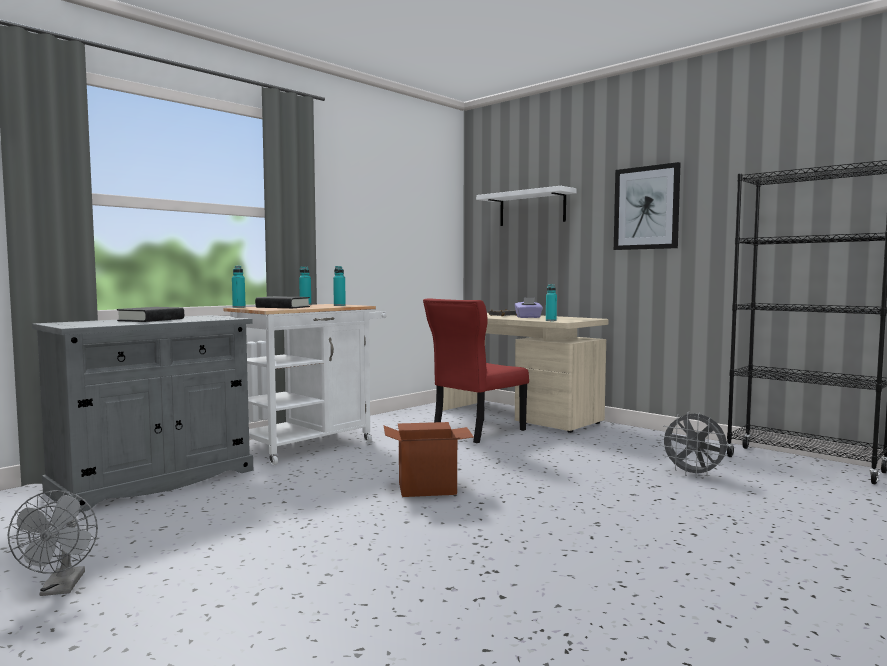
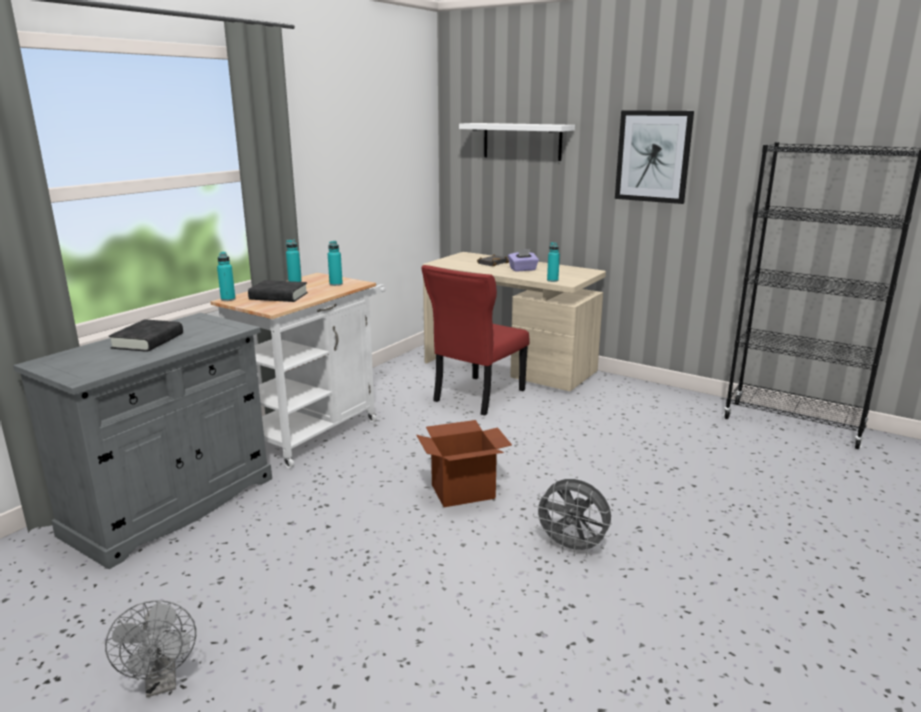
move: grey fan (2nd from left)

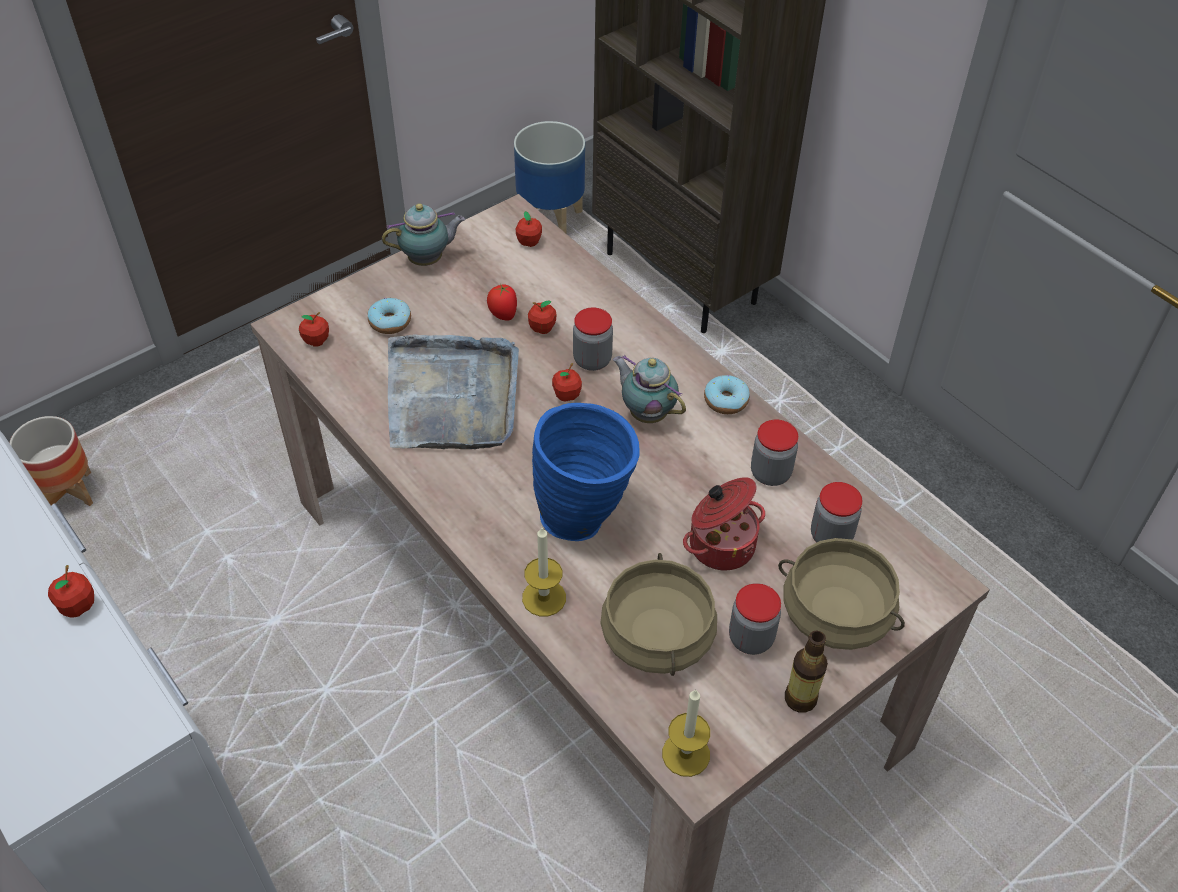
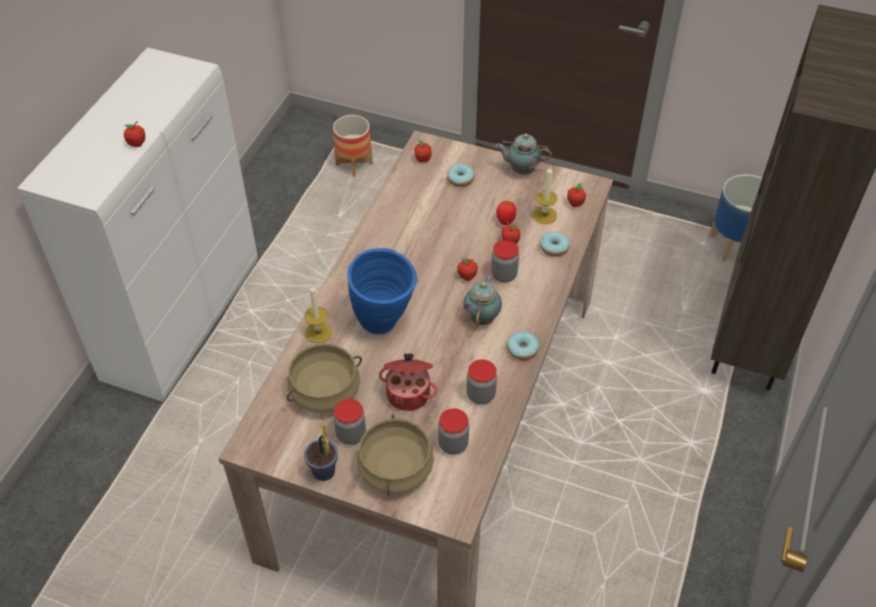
delete: grey tray
insert: donut (3rd from left)
move: candle (2nd from left)
replace: bottle to potted plant
rotate: teapot (1st from left in the first image) 150 degrees clockwise

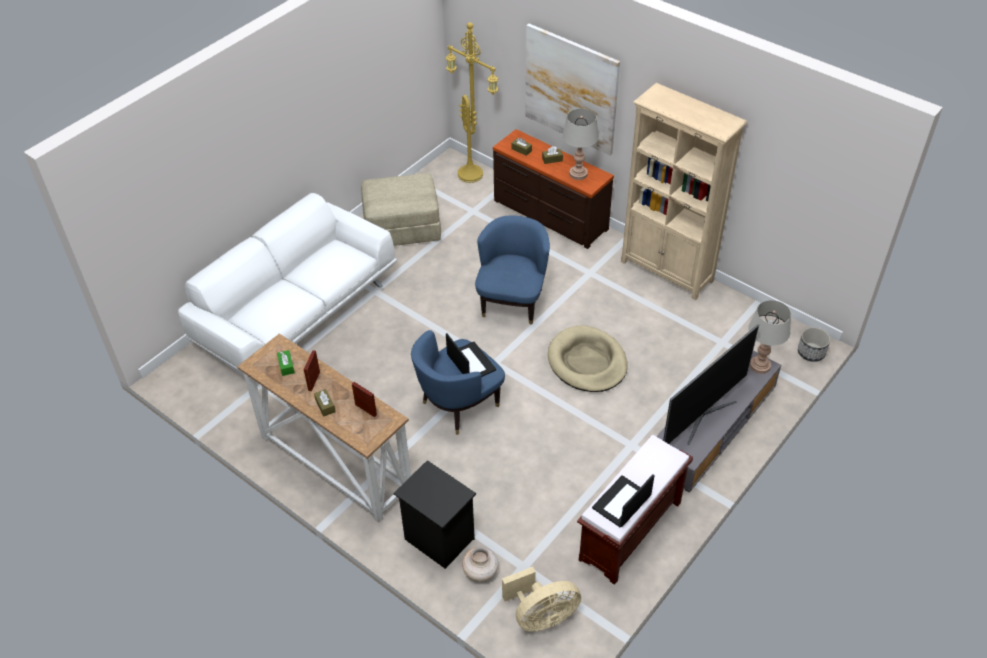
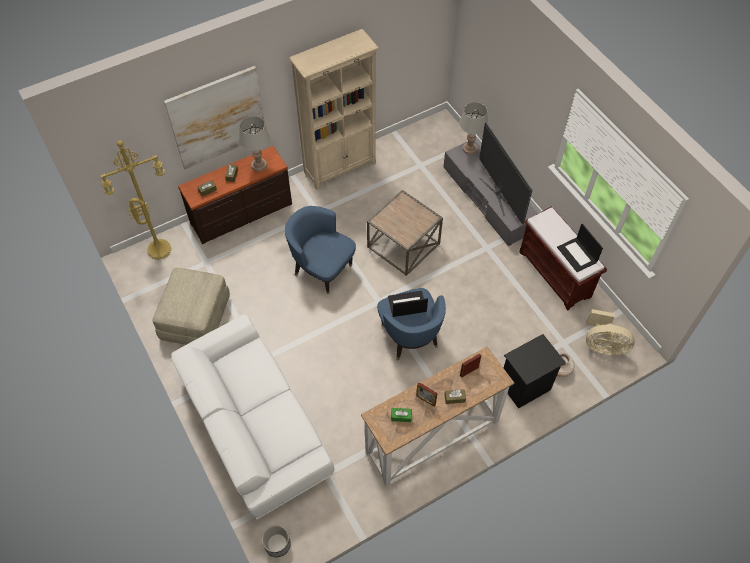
move: planter
replace: beige dog bed to brown side table
rotate: beige fan 105 degrees clockwise

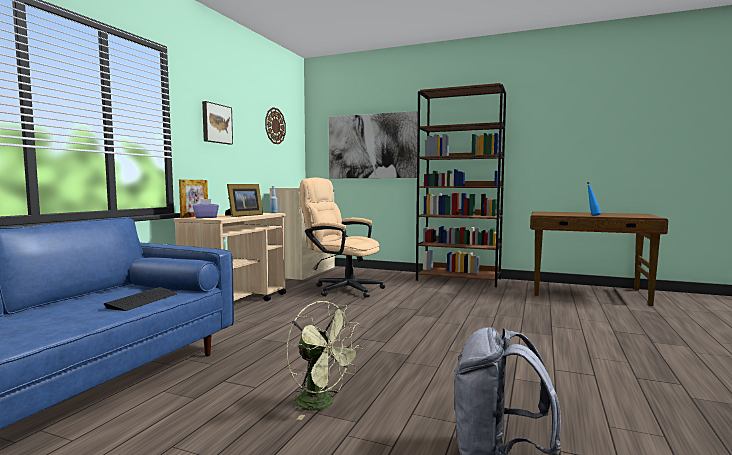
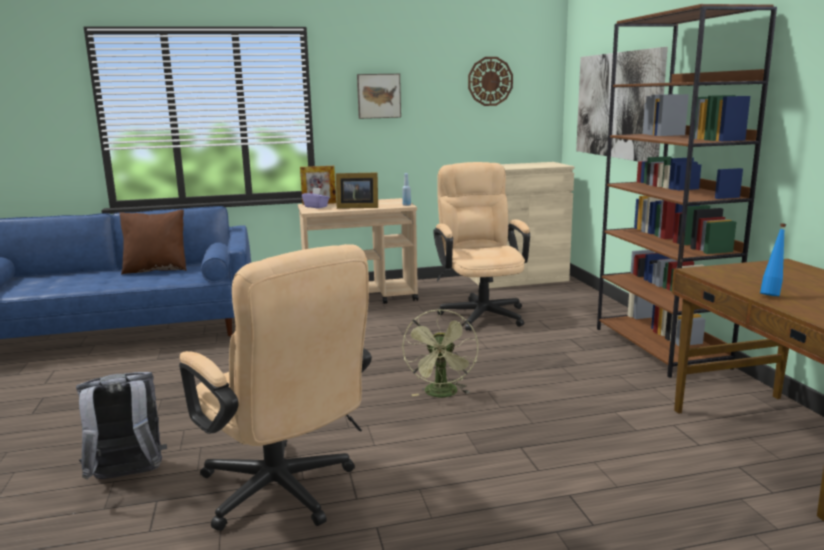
delete: keyboard
insert: brown pillow; beige office chair (1st from left)
move: green fan

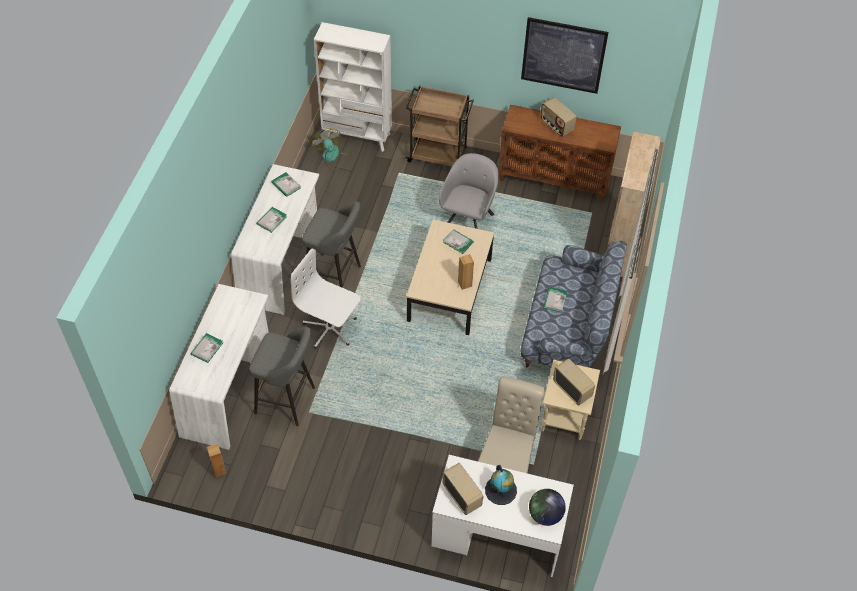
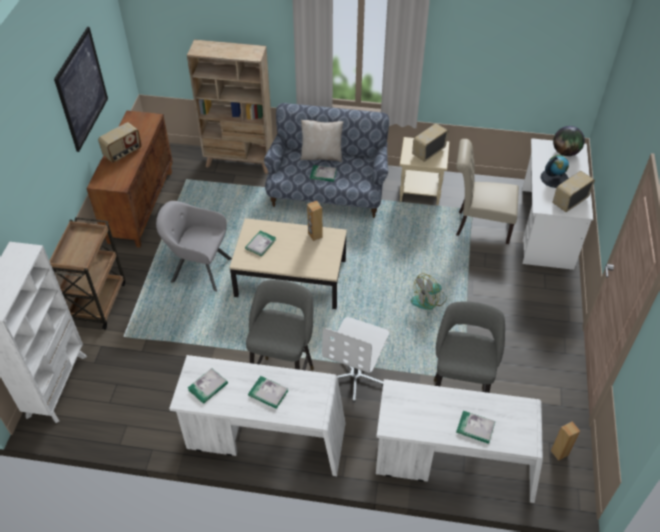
insert: beige pillow
move: fan

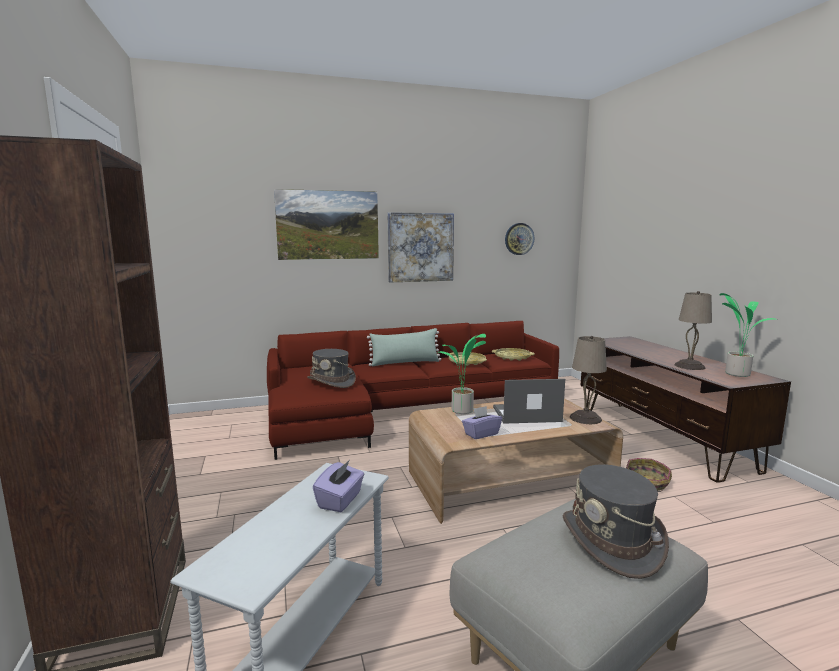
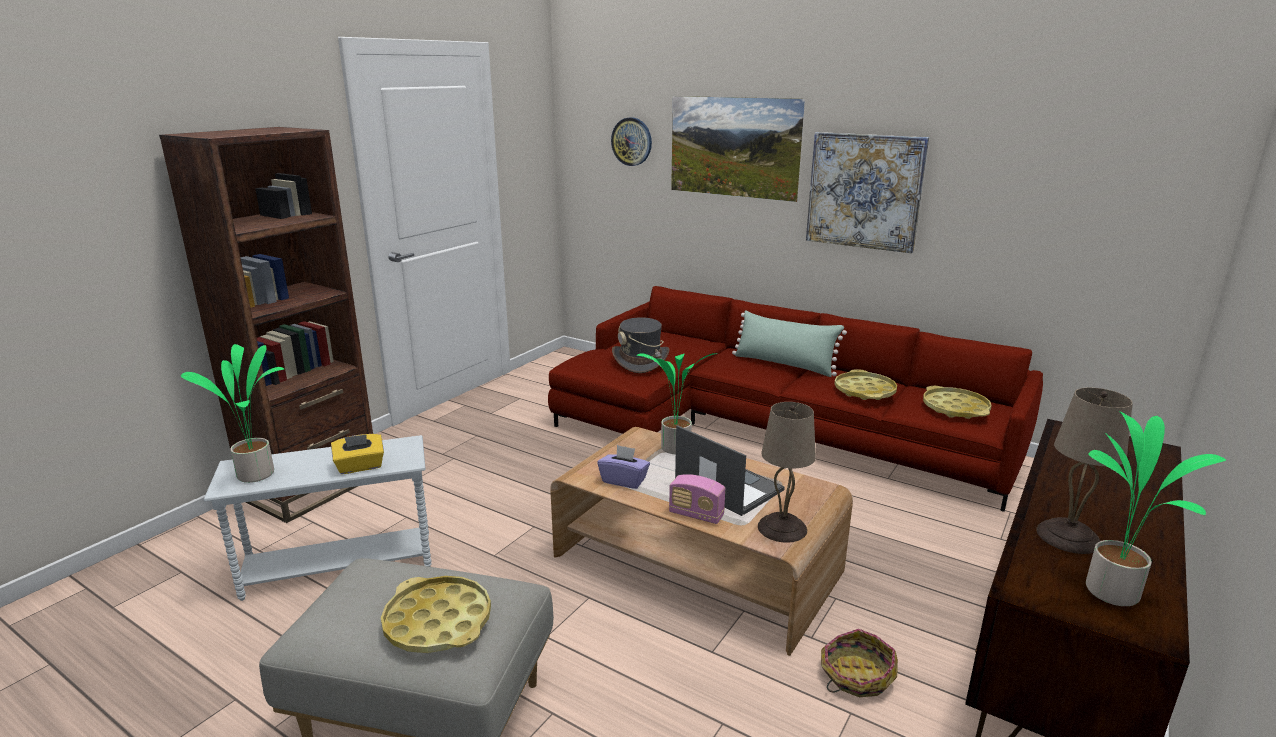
insert: potted plant (1st from left); radio
move: wall clock
replace: grey hat (2nd from left) to yellow tray (1st from left)
recolor: purple tissue box (1st from left) to yellow tissue box

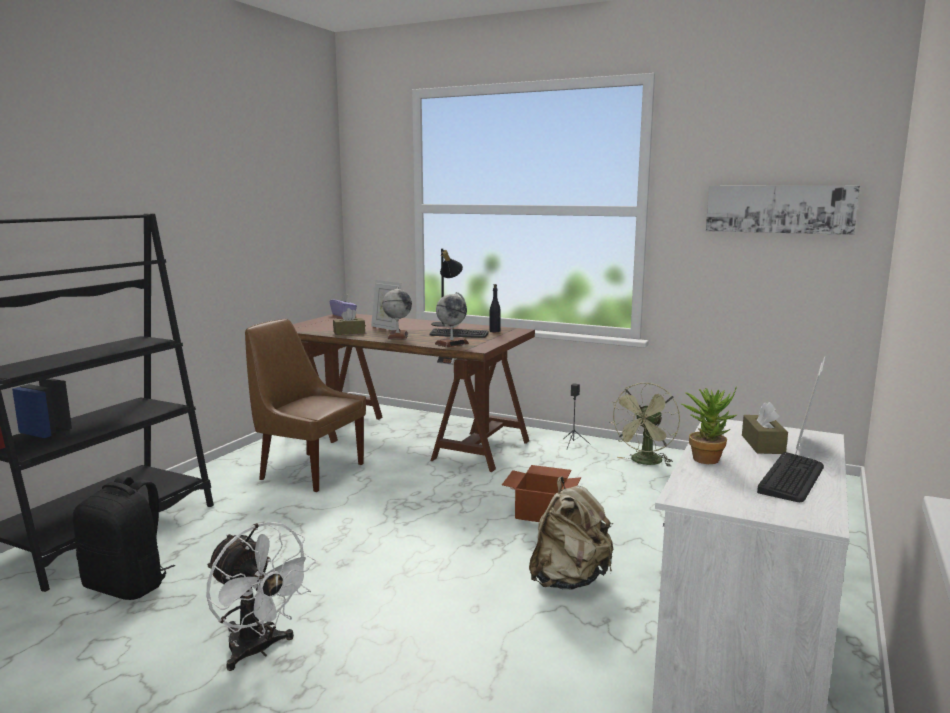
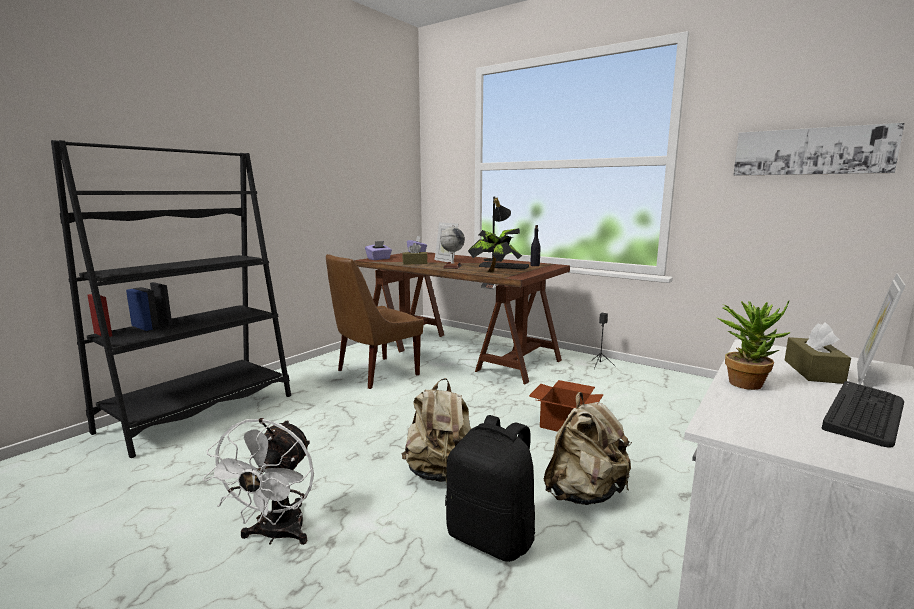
delete: green fan
insert: purple tissue box (1st from left); beige backpack (1st from left)
move: black backpack
replace: globe (2nd from left) to potted plant (1st from left)
rotate: white fan 45 degrees clockwise; brown chair 75 degrees counterclockwise

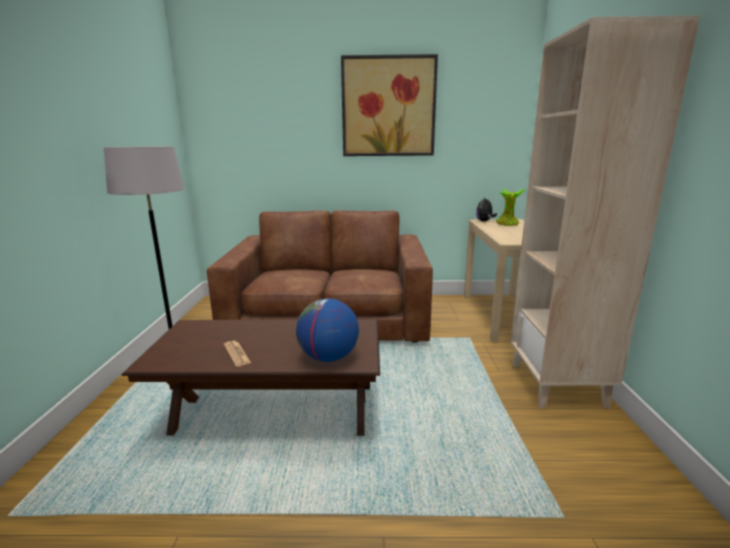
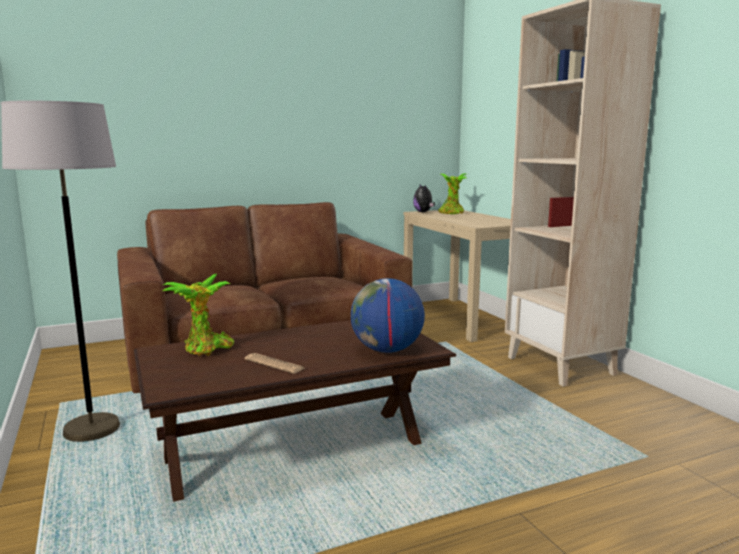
delete: picture
insert: potted plant (1st from left)

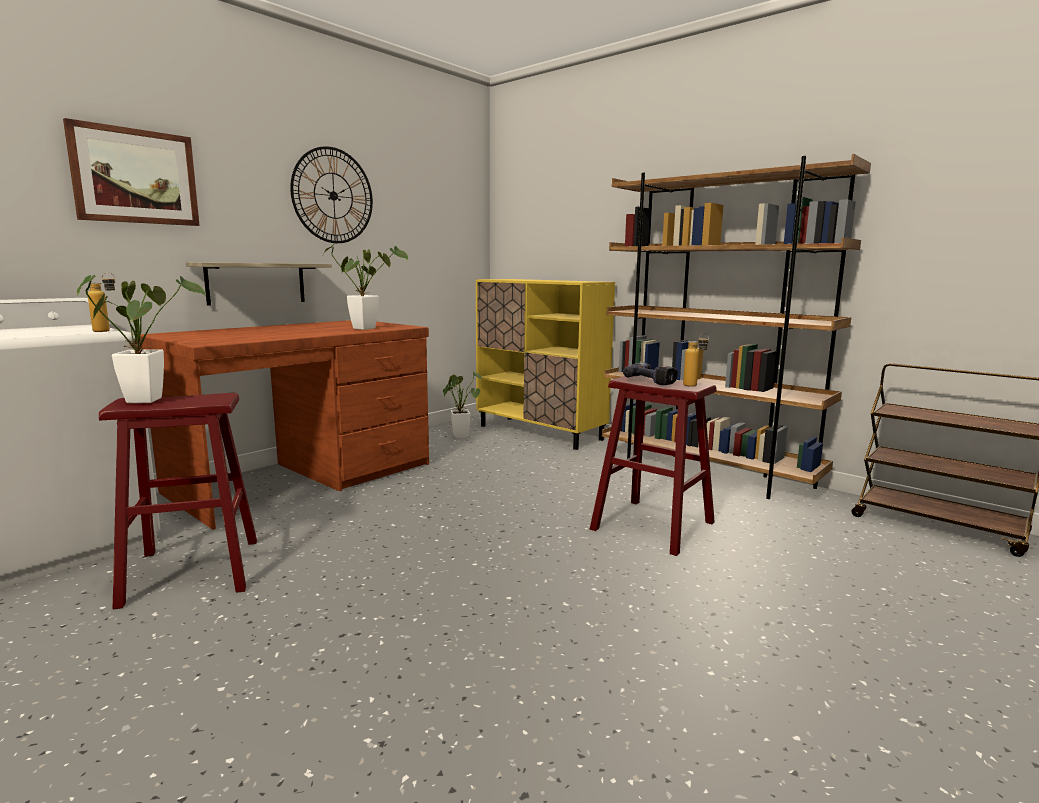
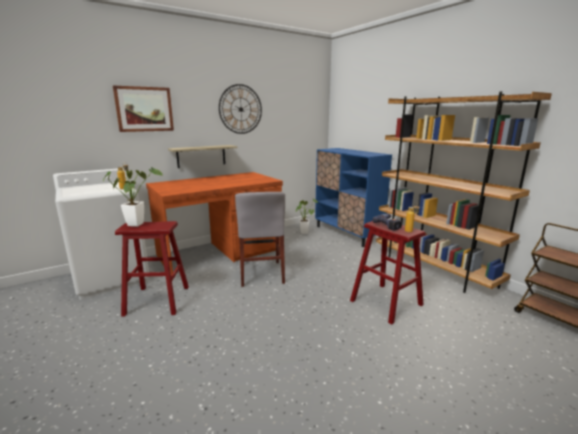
delete: potted plant (2nd from left)
insert: grey chair
recolor: yellow cabinet to blue cabinet

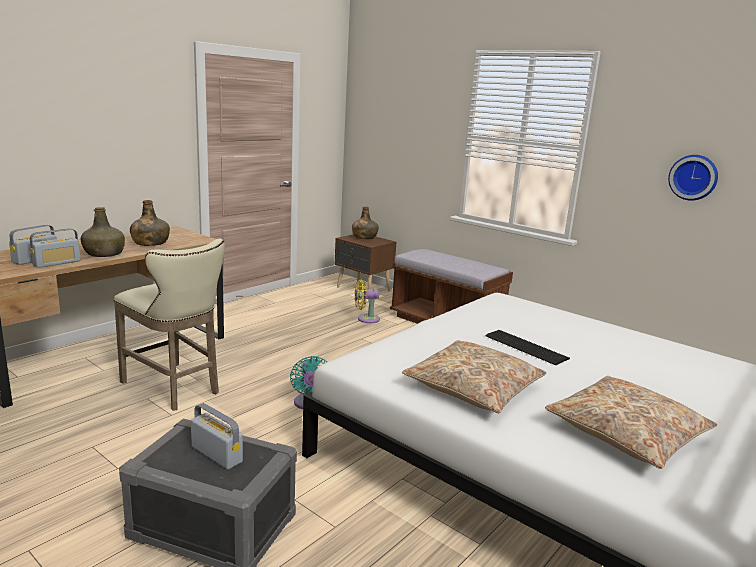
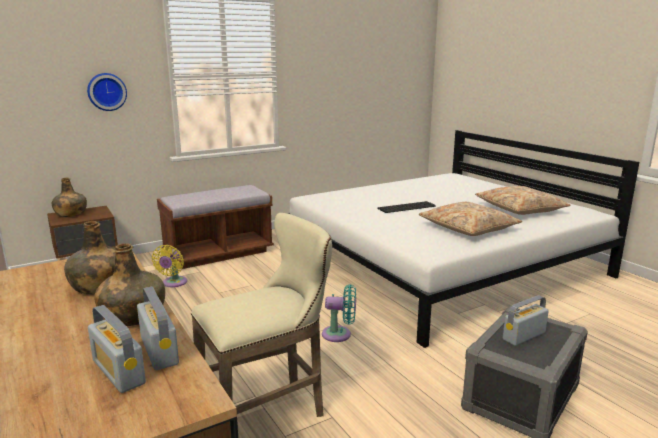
move: wall clock

